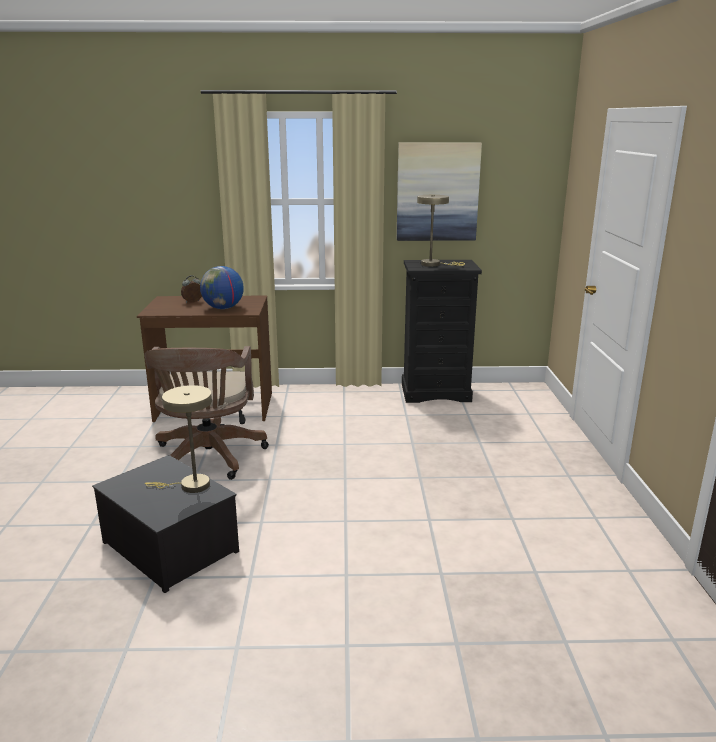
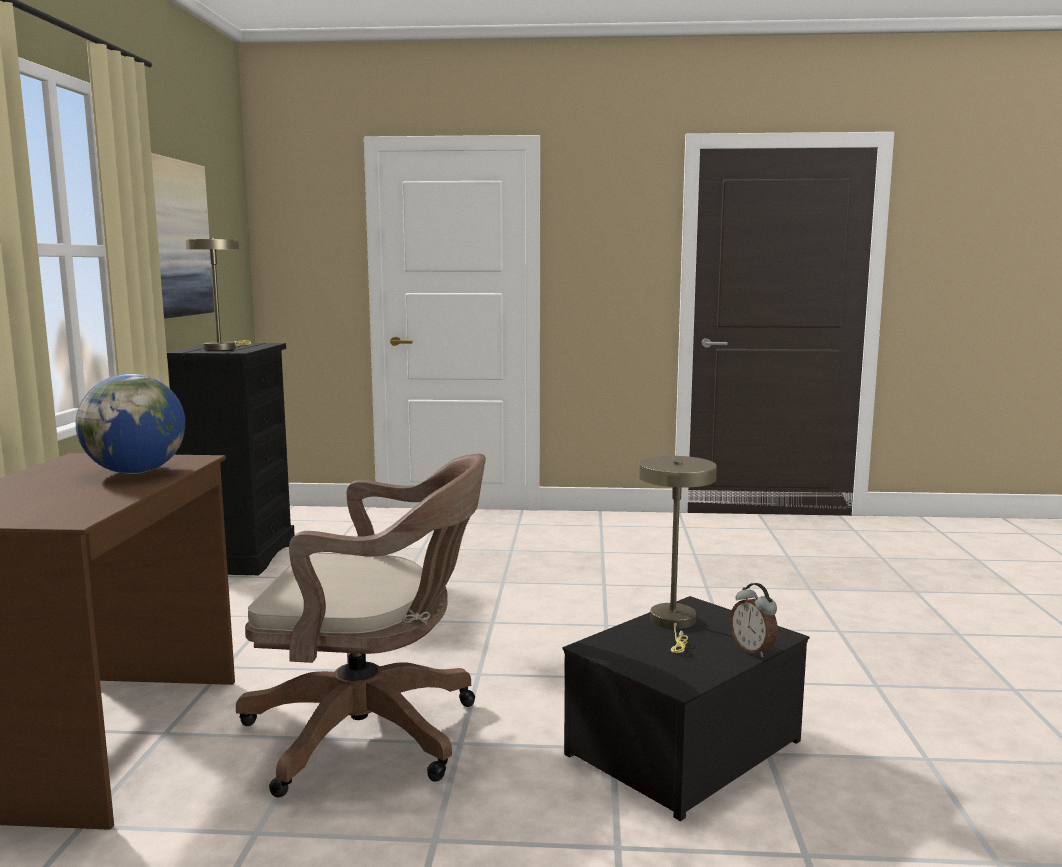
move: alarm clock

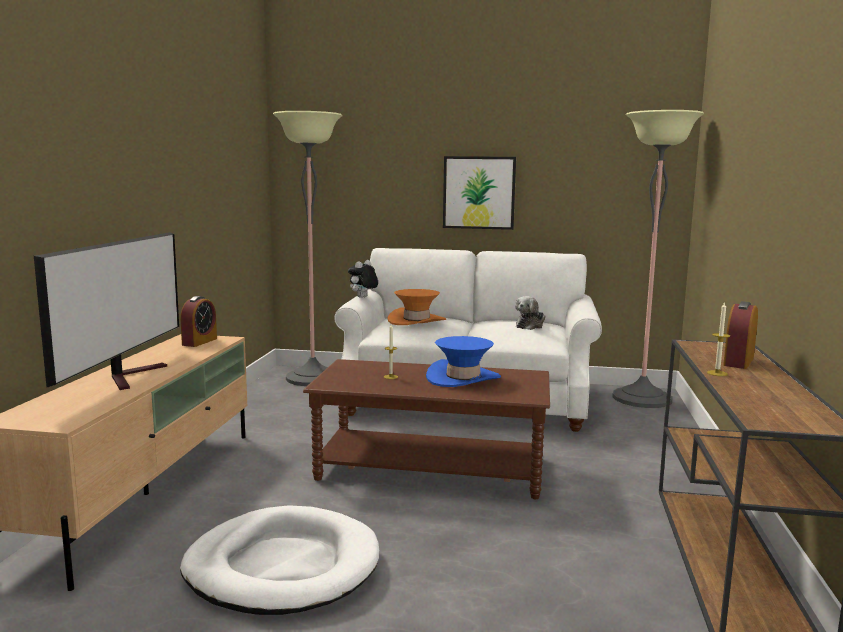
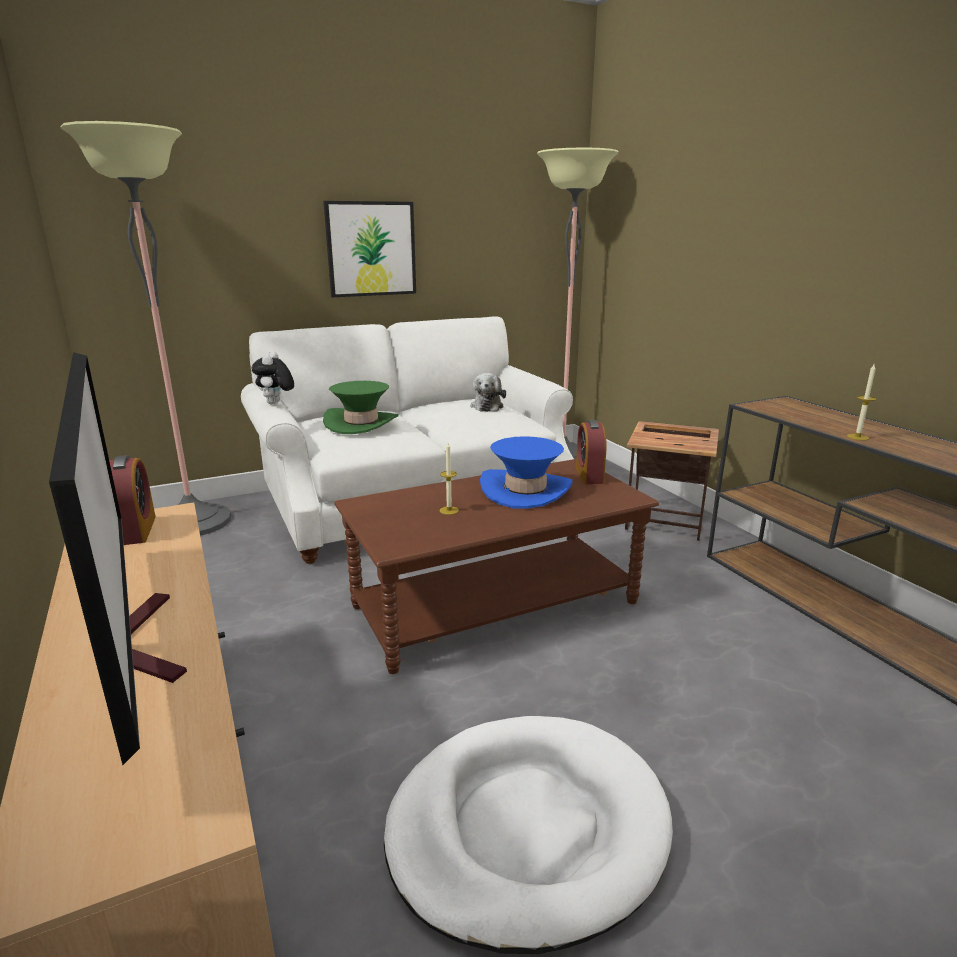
insert: side table
move: alarm clock (2nd from left)
recolor: orange hat to green hat

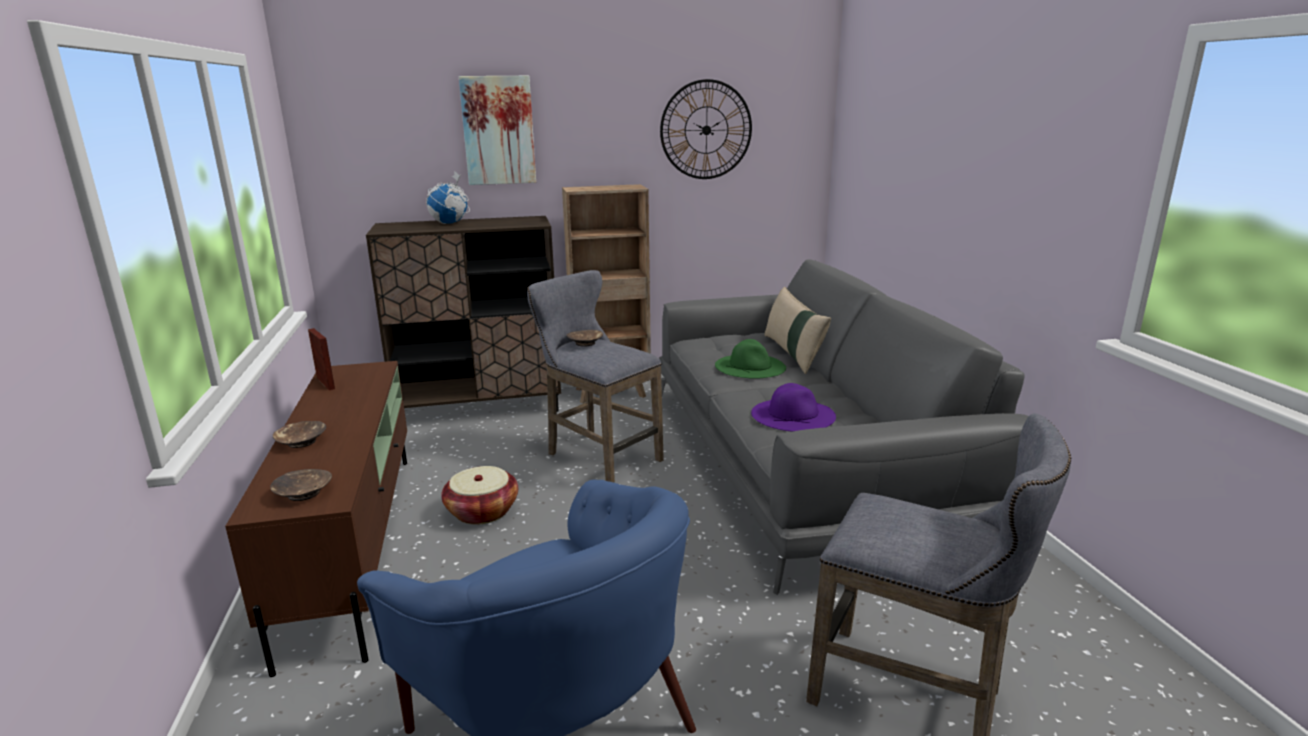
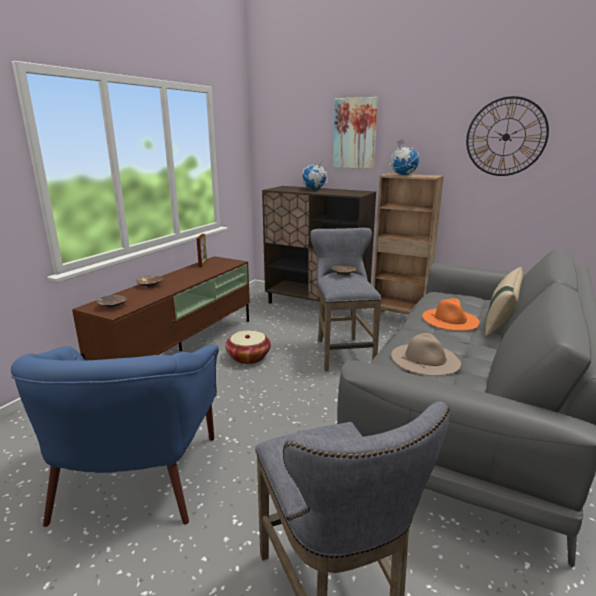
insert: globe (2nd from left)
recolor: purple hat to beige hat; green hat to orange hat

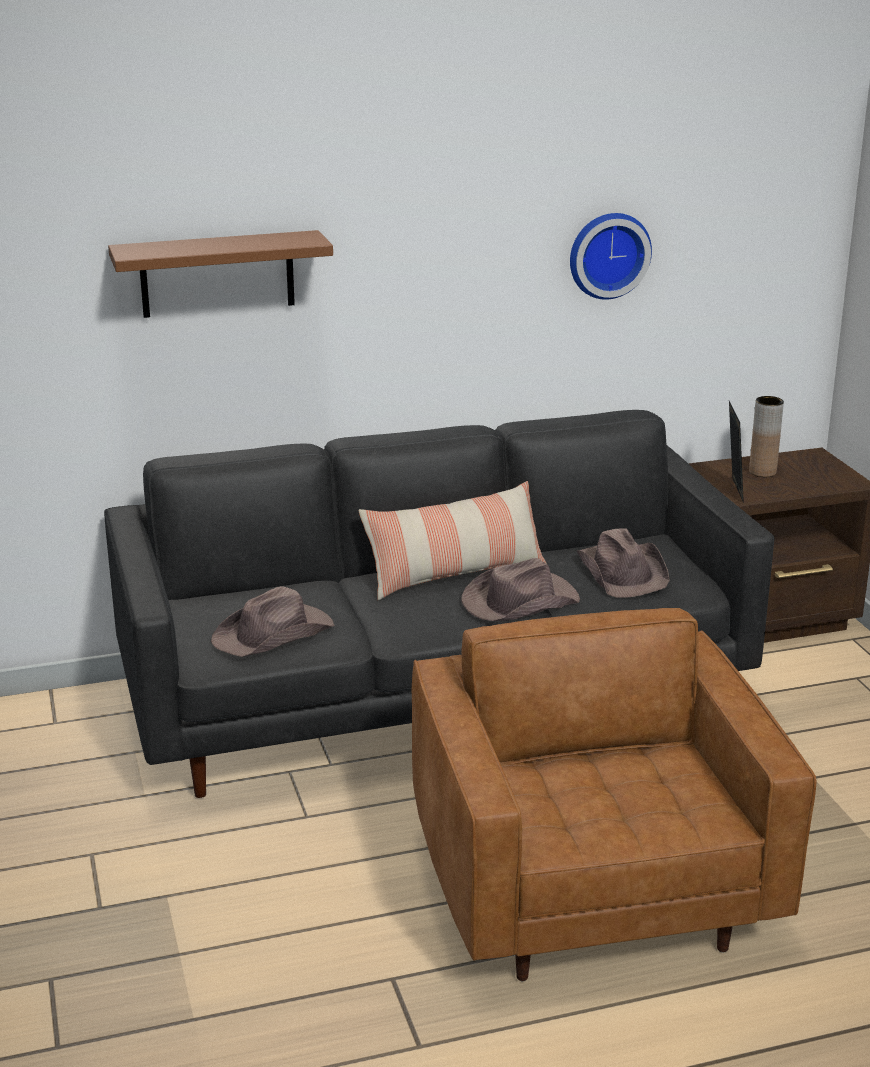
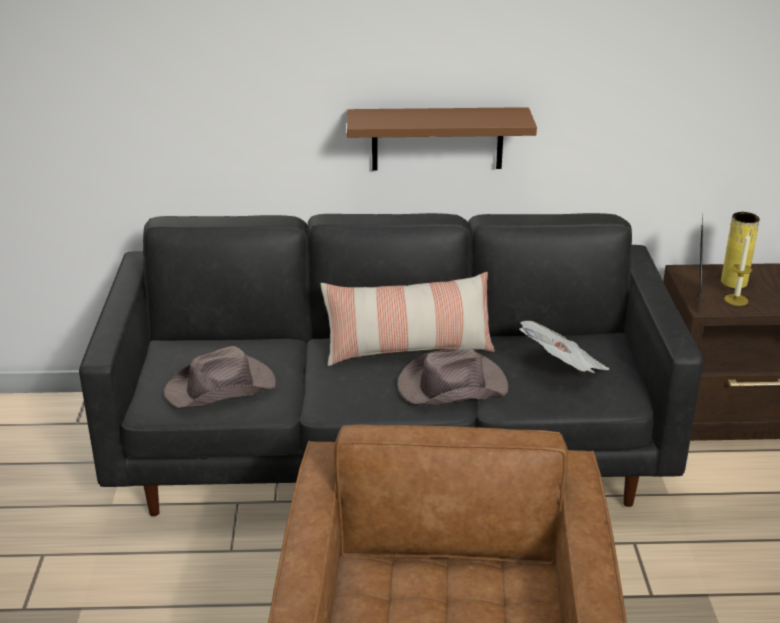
delete: wall clock
insert: candle
move: brown shelf
replace: brown hat (3rd from left) to newspaper
recolor: brown vase to yellow vase

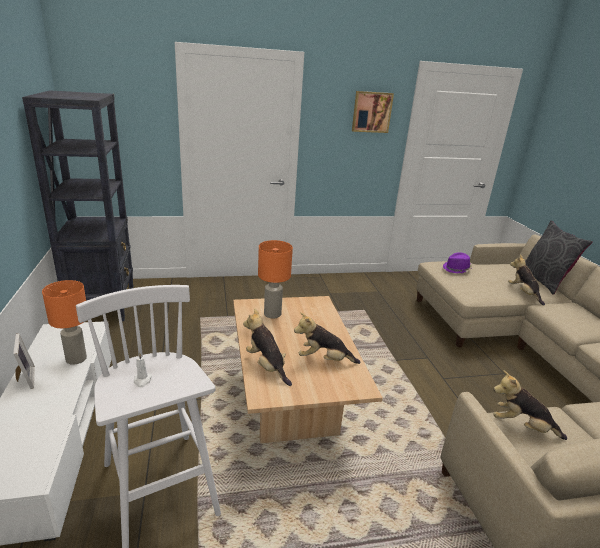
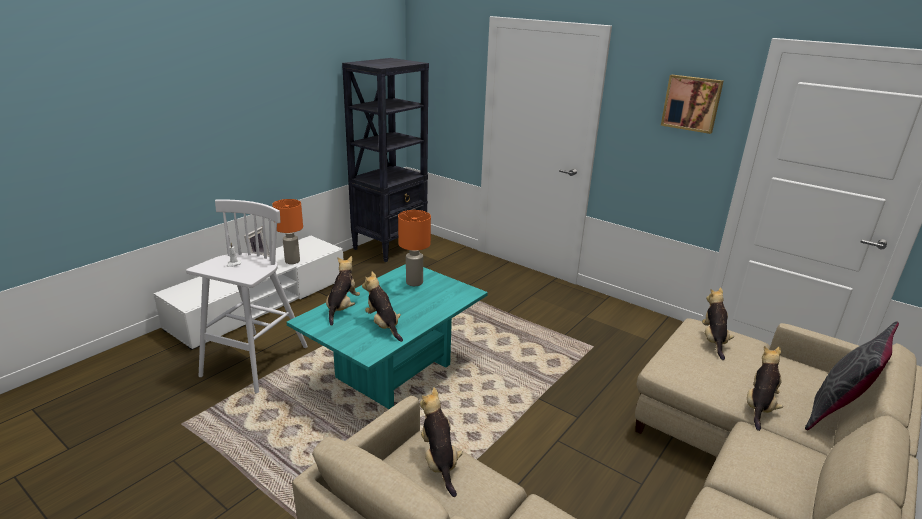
replace: purple hat to plush toy (4th from left)
recolor: beige coffee table to turquoise coffee table

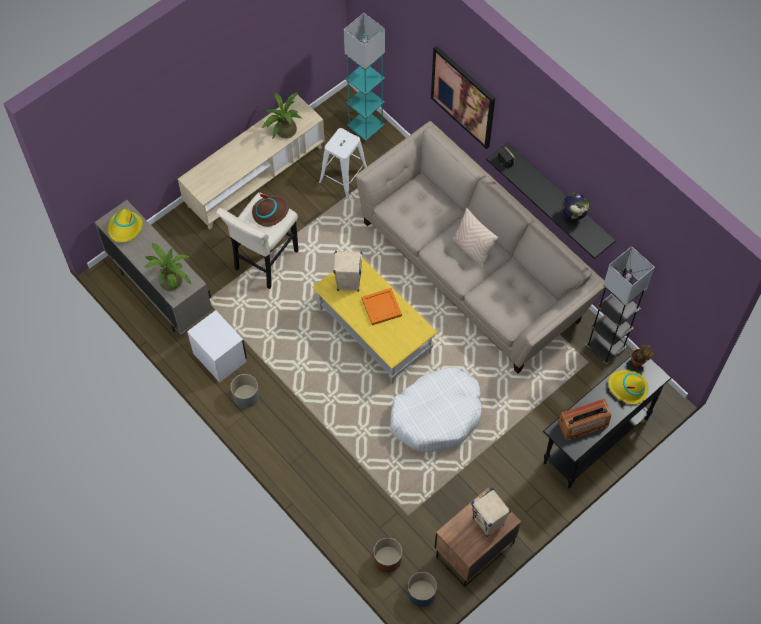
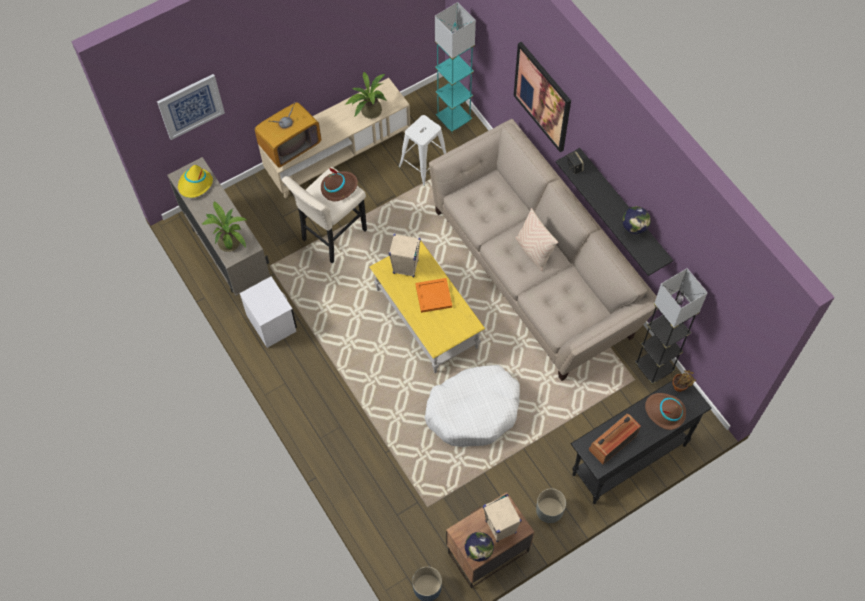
delete: brown planter
insert: picture (1st from left); television; globe (1st from left)
move: grey planter
recolor: yellow hat (2nd from left) to brown hat (2nd from left)
rotate: radio 150 degrees clockwise

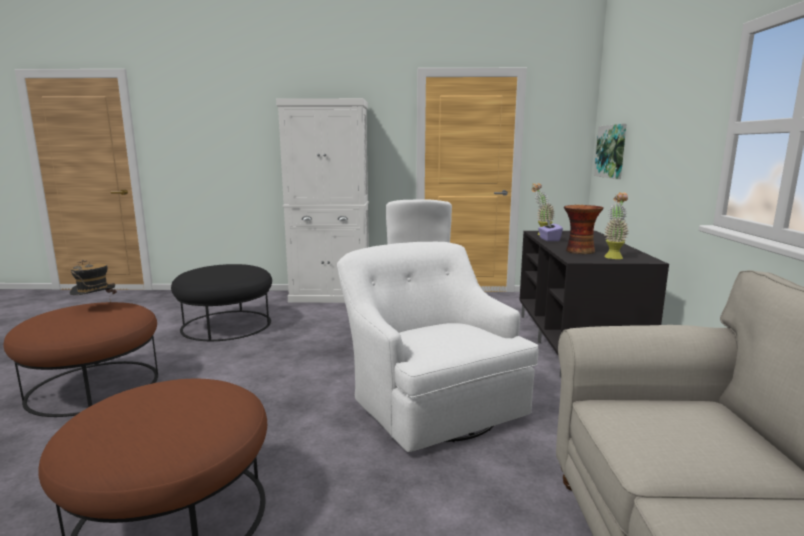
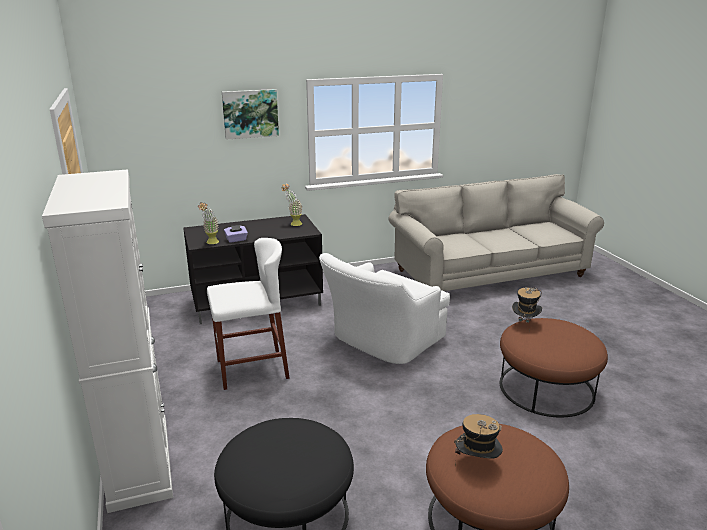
delete: vase
insert: hat (2nd from left)
move: picture

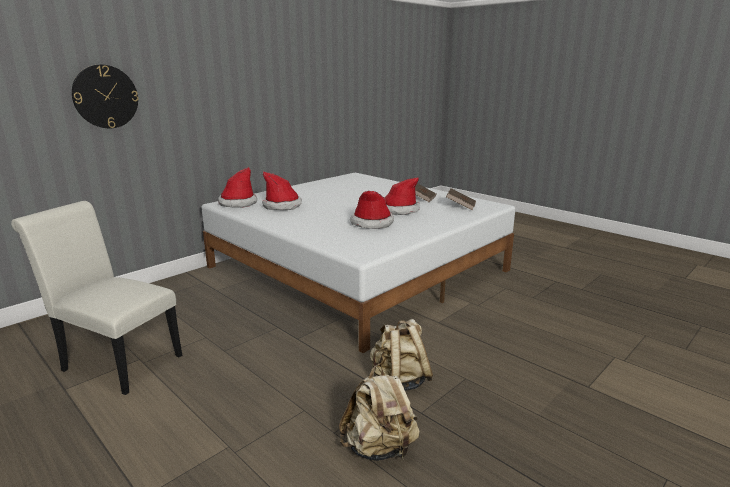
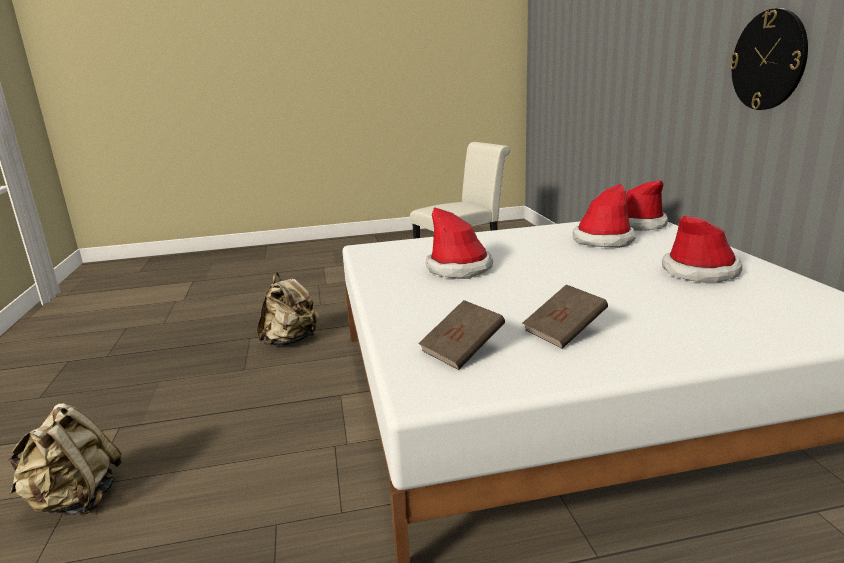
move: beige backpack (1st from left); hat (4th from left); wall clock

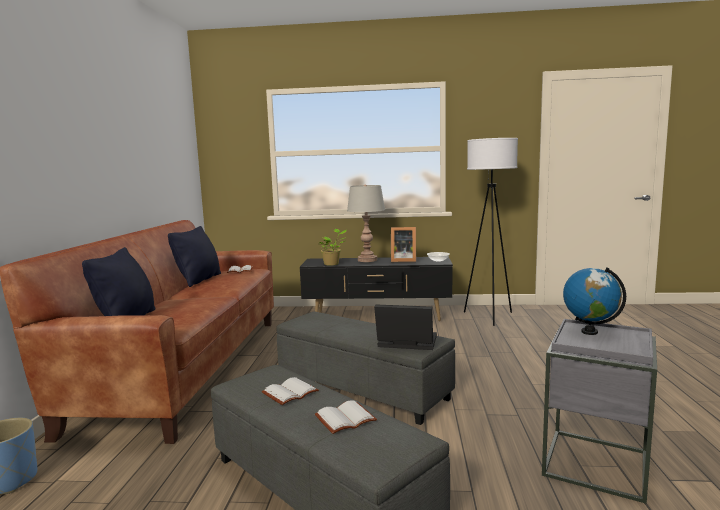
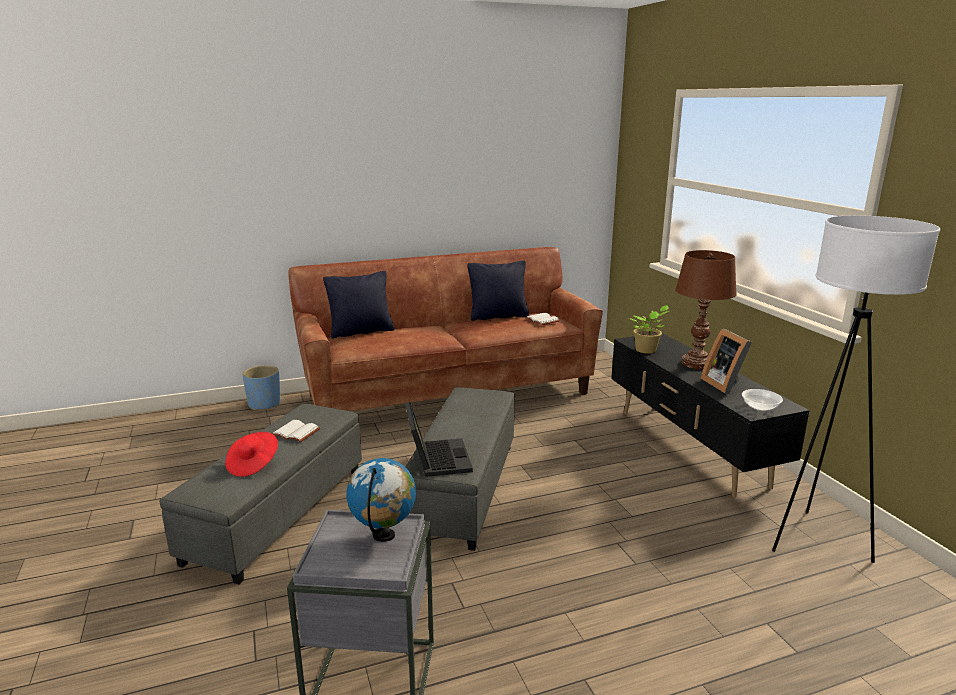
replace: white book (3rd from left) to red hat
recolor: grey table lamp to brown table lamp

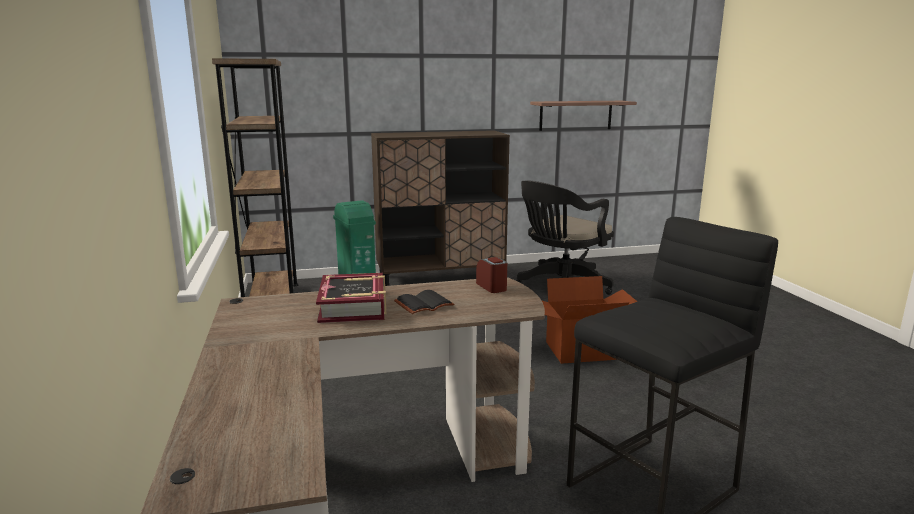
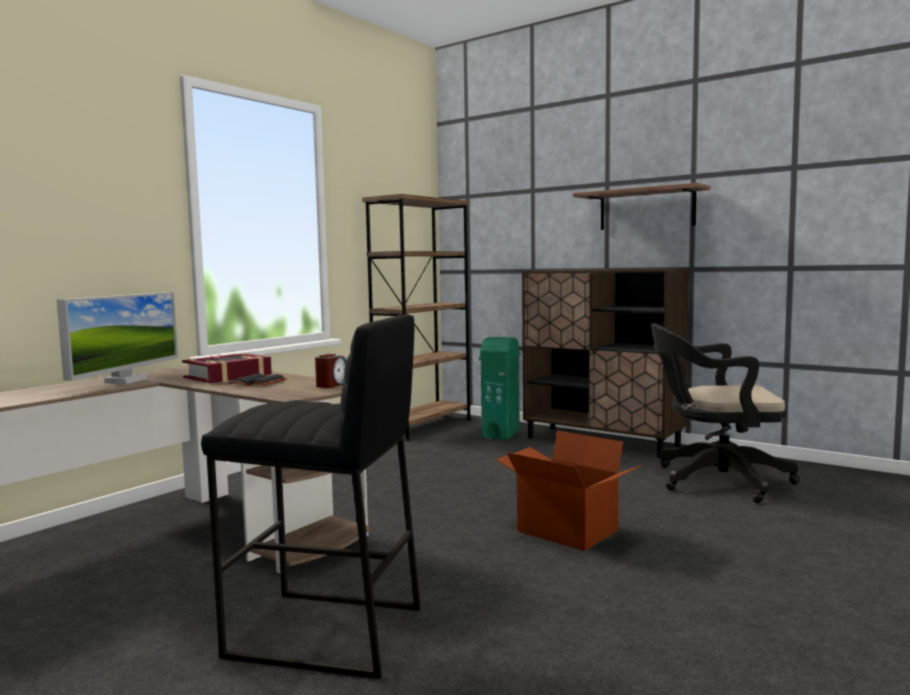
insert: monitor
move: shelf

